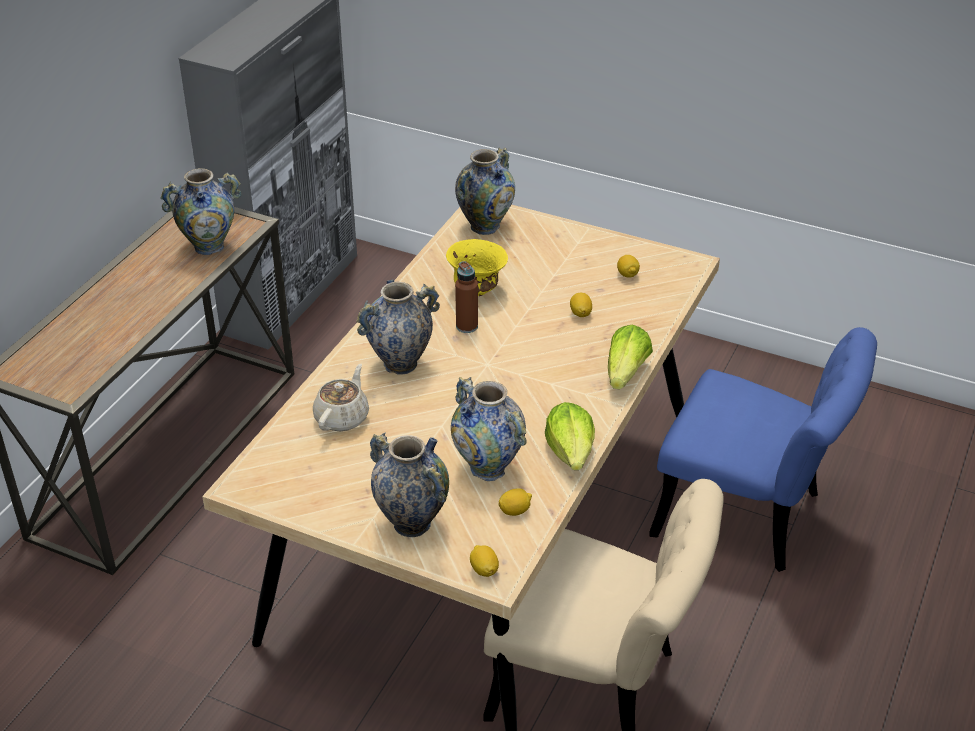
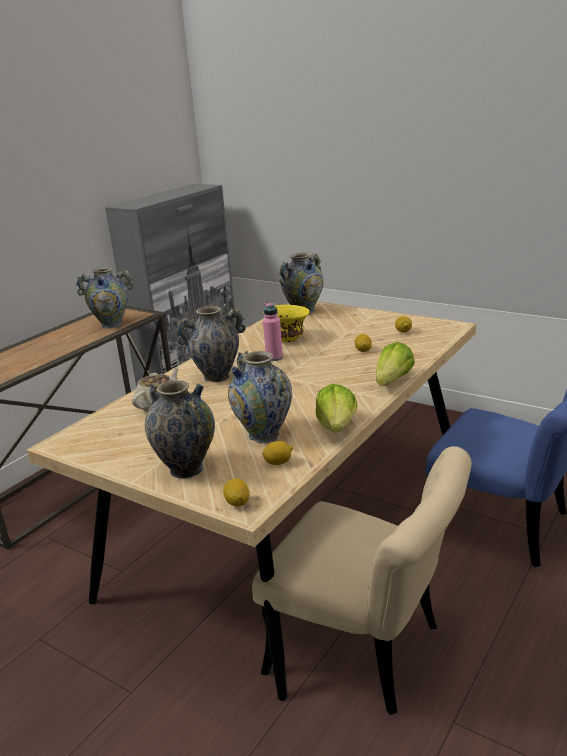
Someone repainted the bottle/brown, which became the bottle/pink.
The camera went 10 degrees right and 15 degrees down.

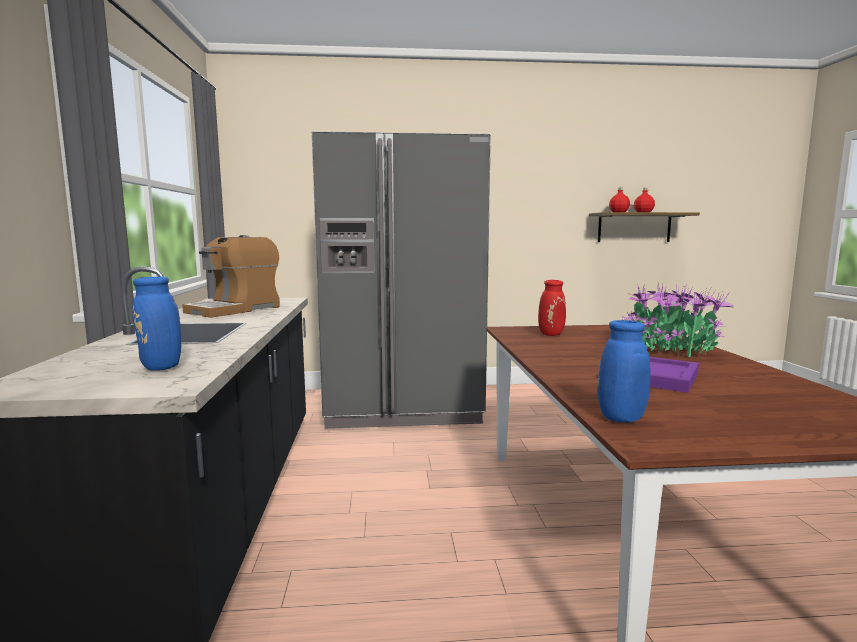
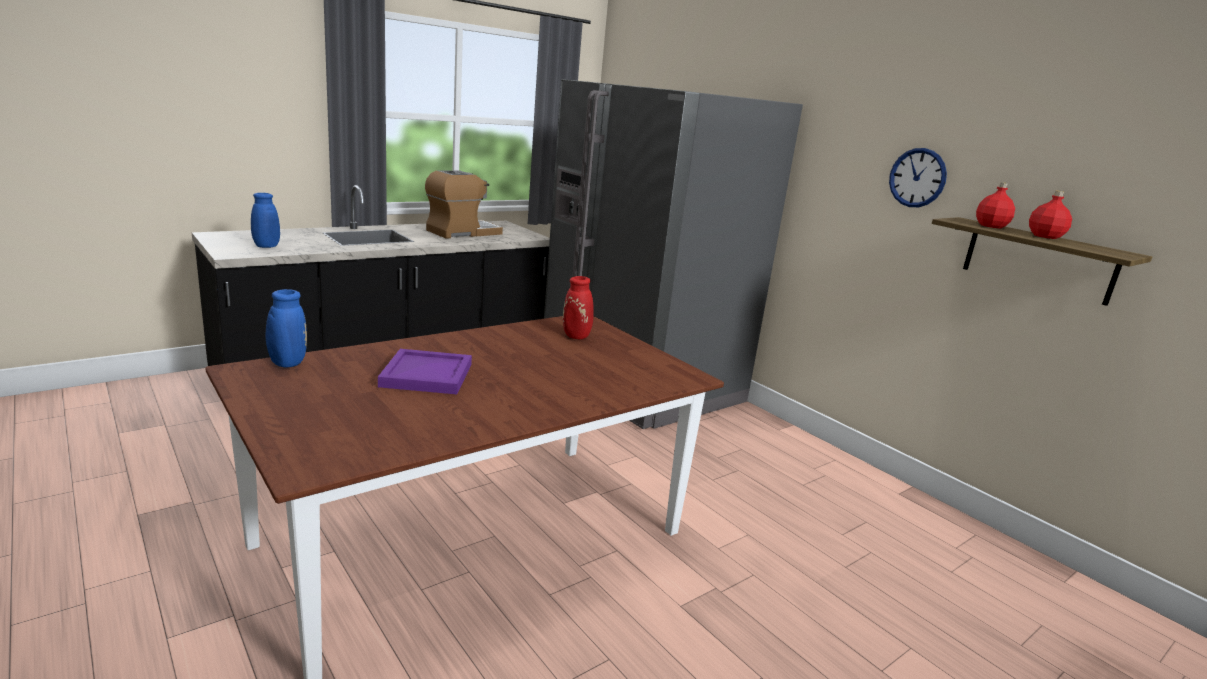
Someone rotated the coffee machine by 135 degrees clockwise.
Someone took away the potted plant.
Someone put up the wall clock.
The camera went 55 degrees right and 10 degrees up.

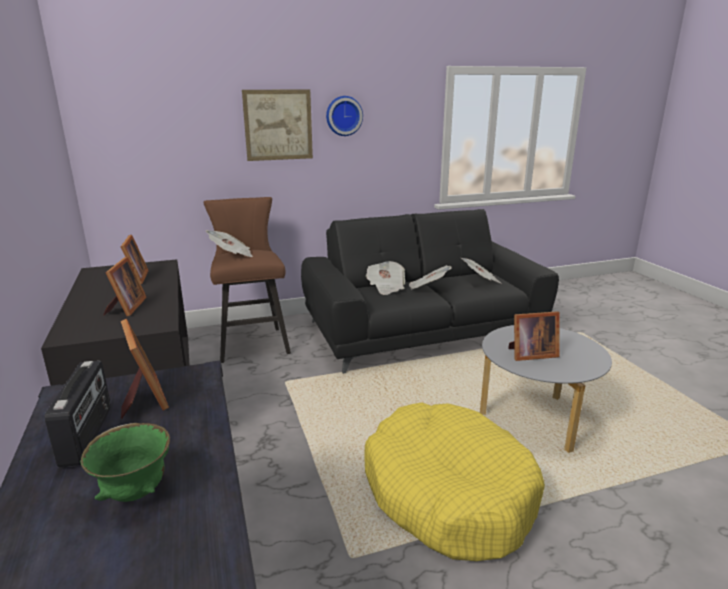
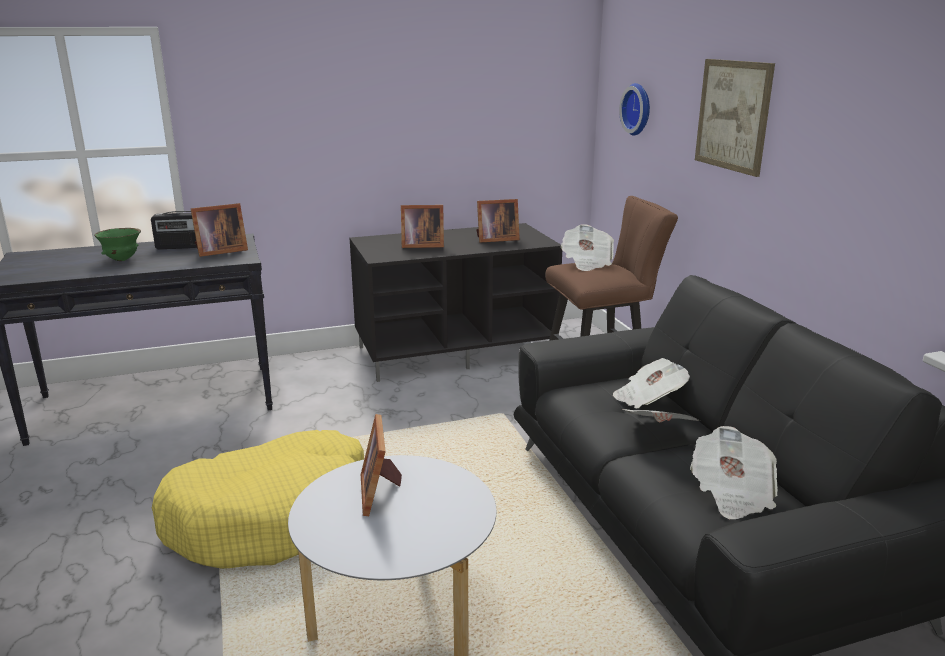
Someone carried the wall clock.
The camera went 90 degrees right and 0 degrees up.

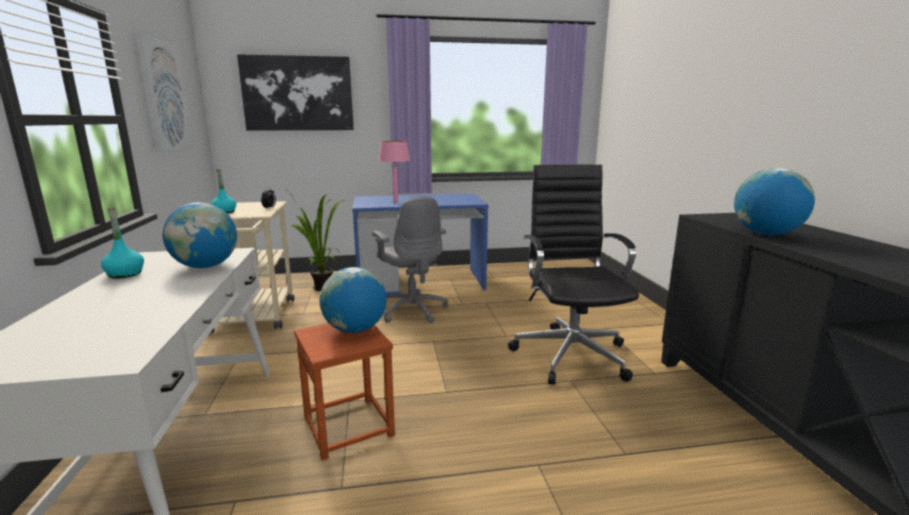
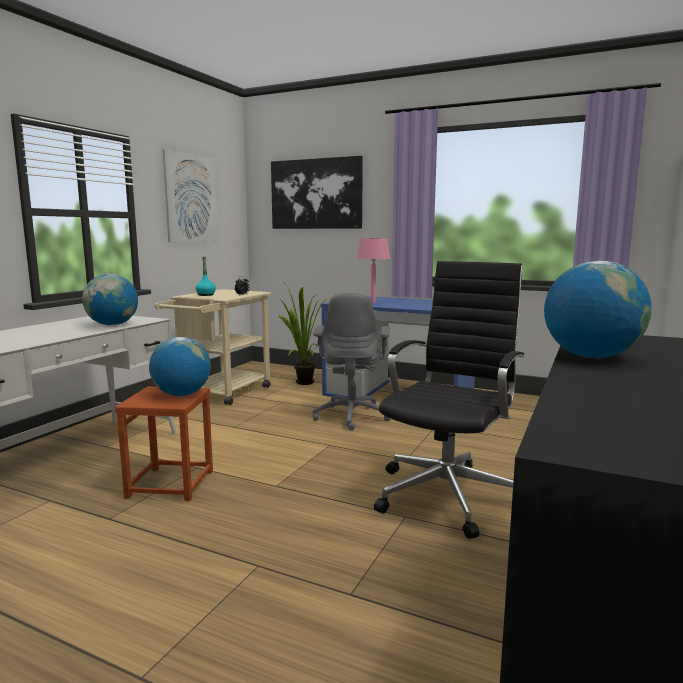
Someone took away the bottle/turquoise (1st from left).
The camera went 35 degrees right and 5 degrees down.

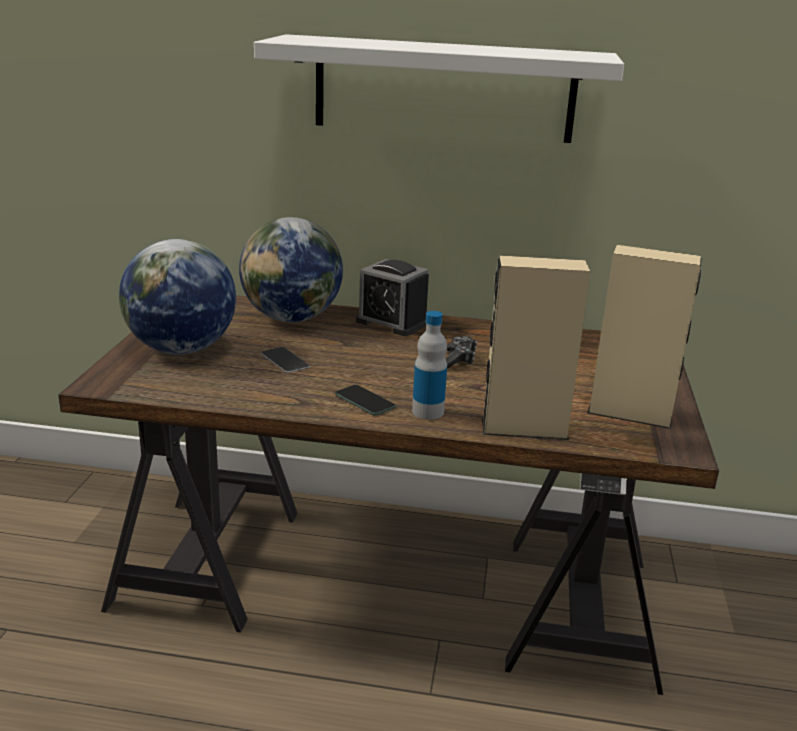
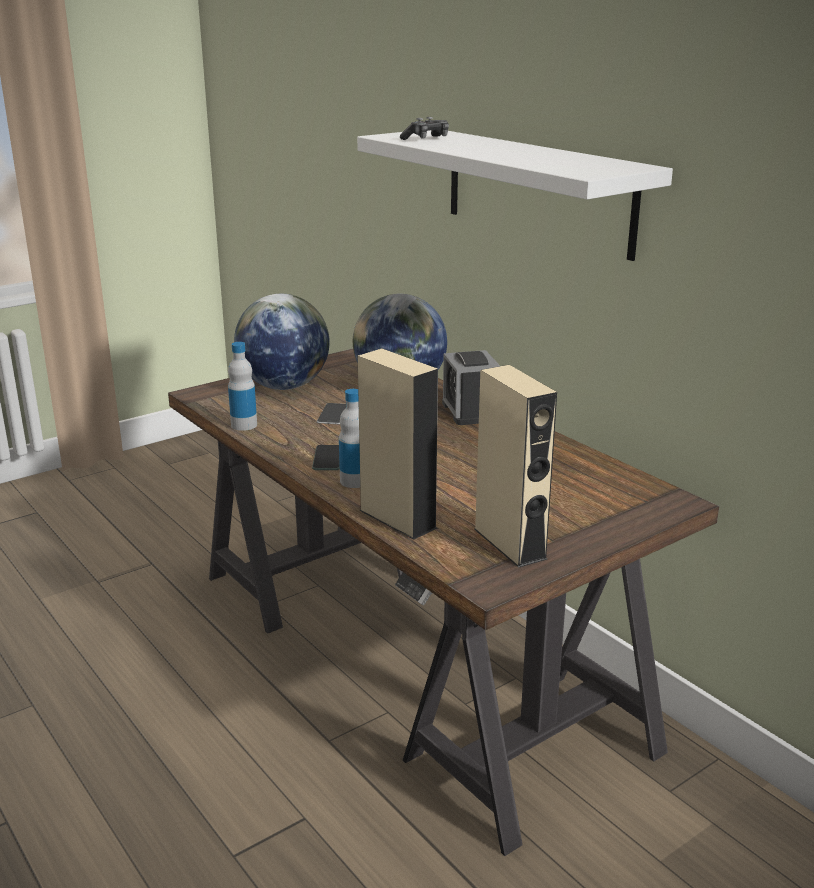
Someone carried the game controller.
Someone put down the bottle (1st from left).
The camera went 45 degrees right and 0 degrees up.

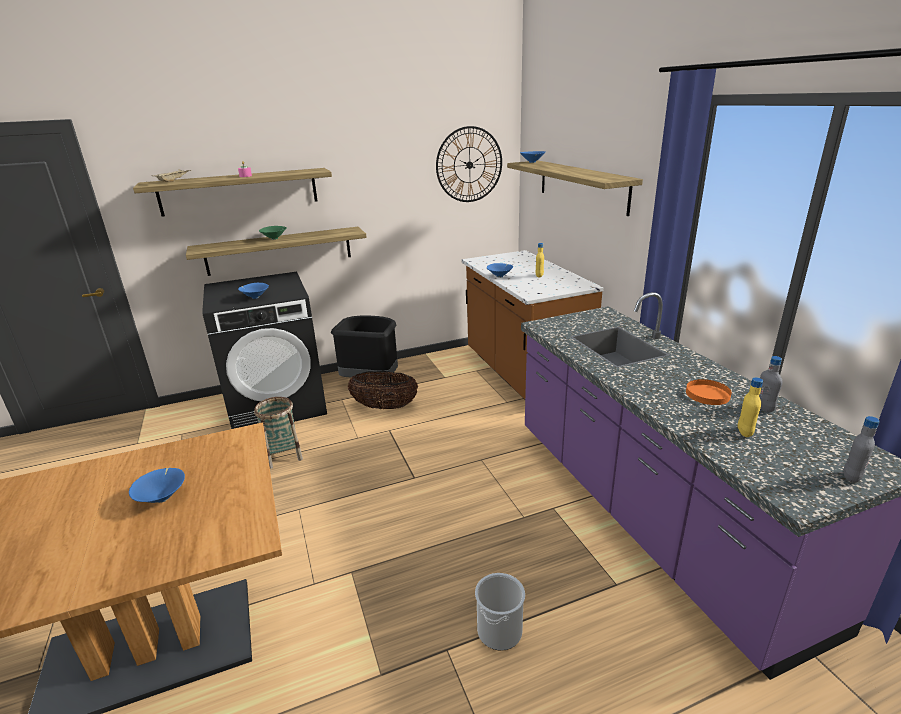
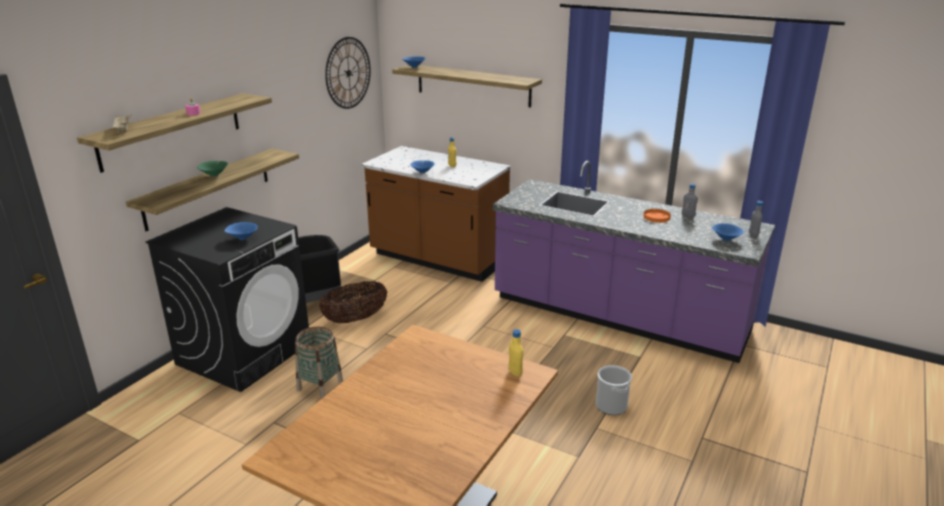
Someone carried the bowl/blue (1st from left in the first image).
Someone carried the bottle/yellow (2nd from left).
The camera went 40 degrees left and 0 degrees up.

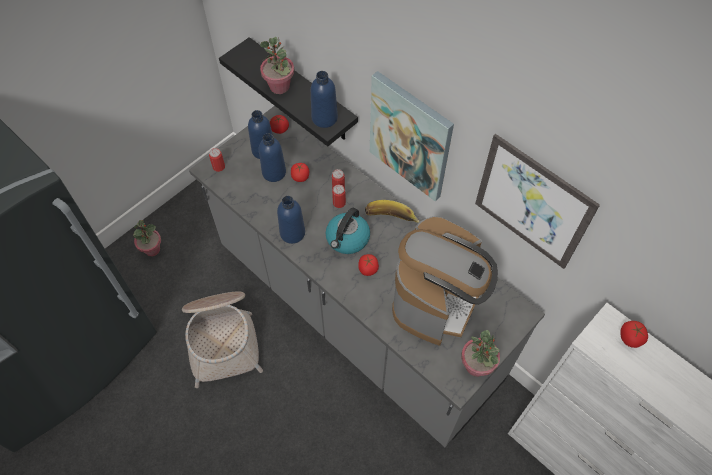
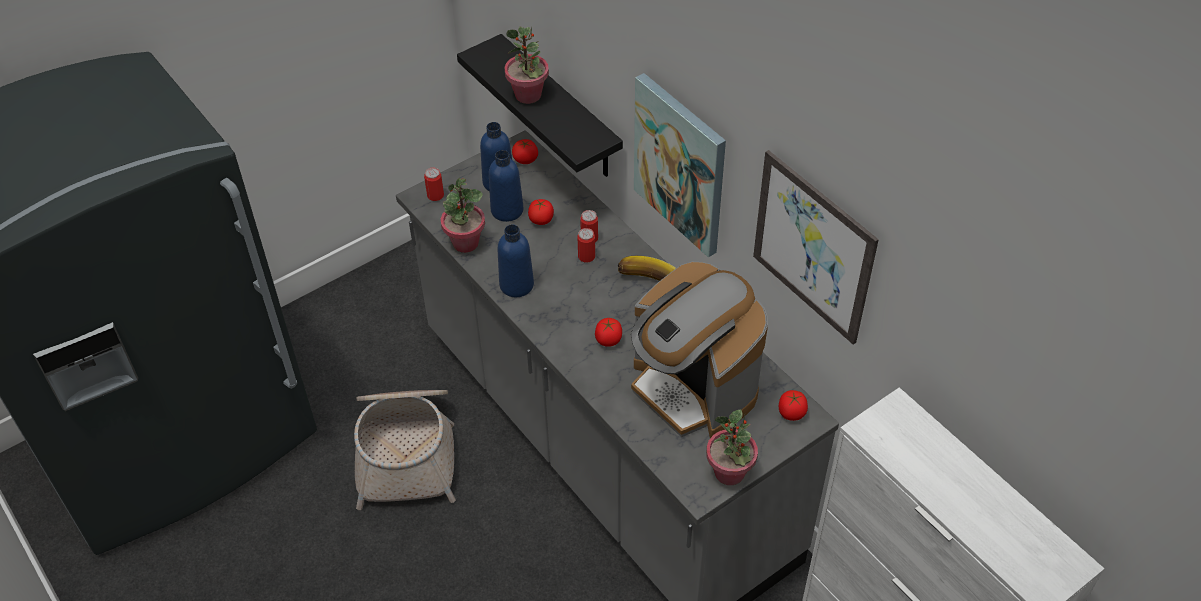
Someone carried the potted plant (1st from left).
Someone took away the bottle/blue (4th from left).
Someone took away the kettle.
Someone rotated the coffee machine by 105 degrees clockwise.
Someone carried the tomato (4th from left).
The camera went 10 degrees right and 10 degrees down.

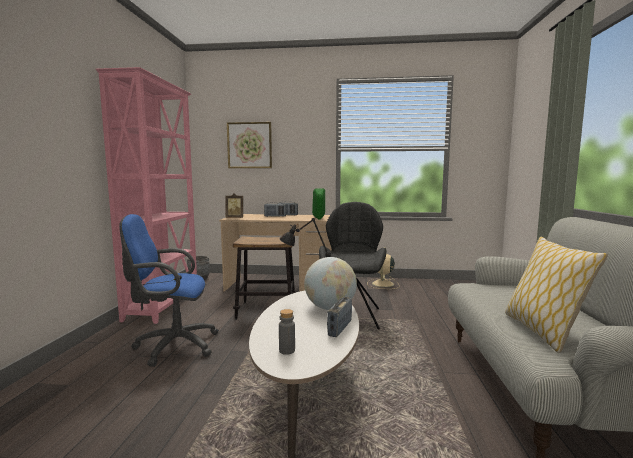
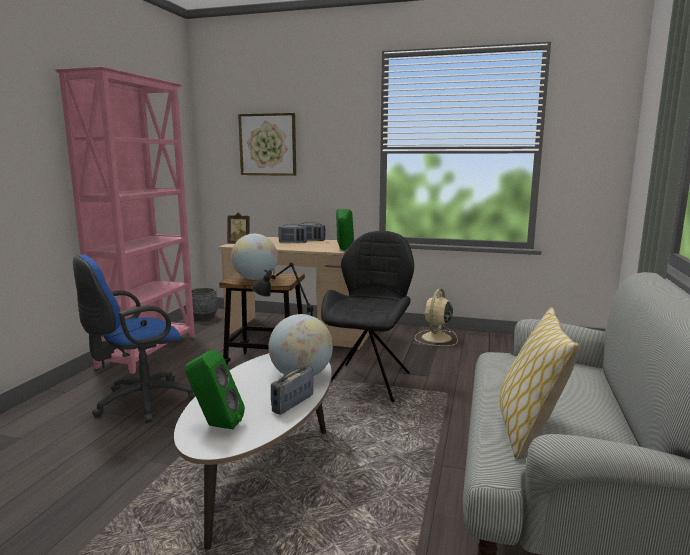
Someone rotated the office chair/blue by 45 degrees counterclockwise.
Someone swapped the bottle/grey for the speaker/green (1st from left).
Someone put down the globe (1st from left).
The camera went 10 degrees right and 5 degrees up.

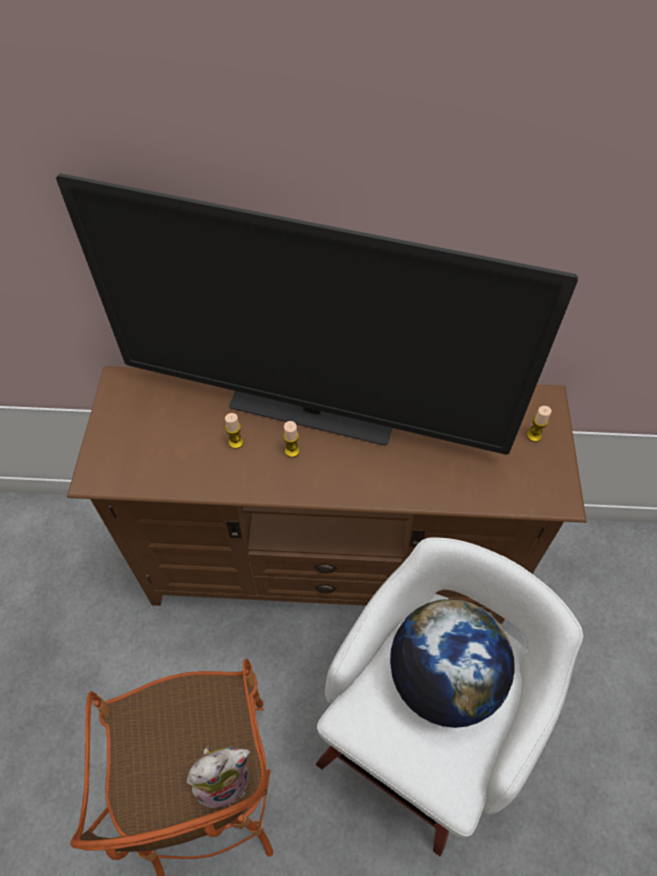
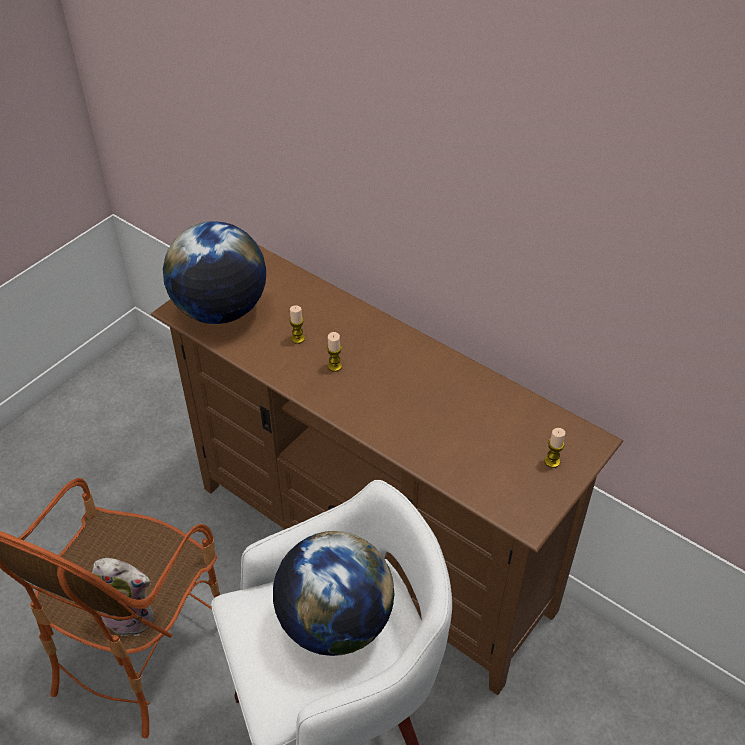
Someone took away the television.
Someone put down the globe (1st from left).
The camera went 35 degrees right and 10 degrees down.

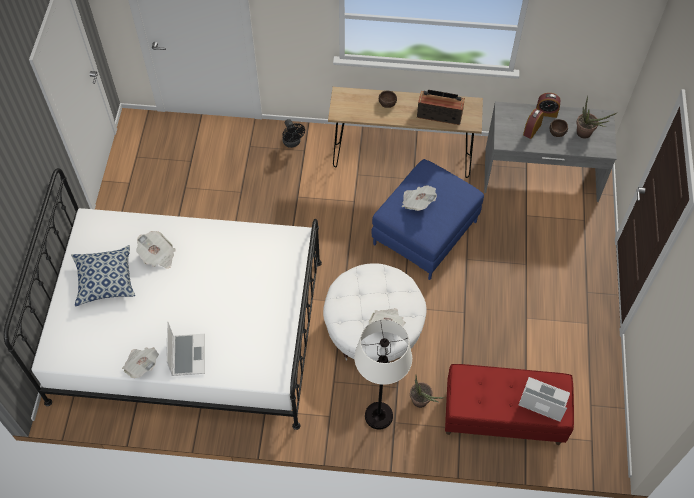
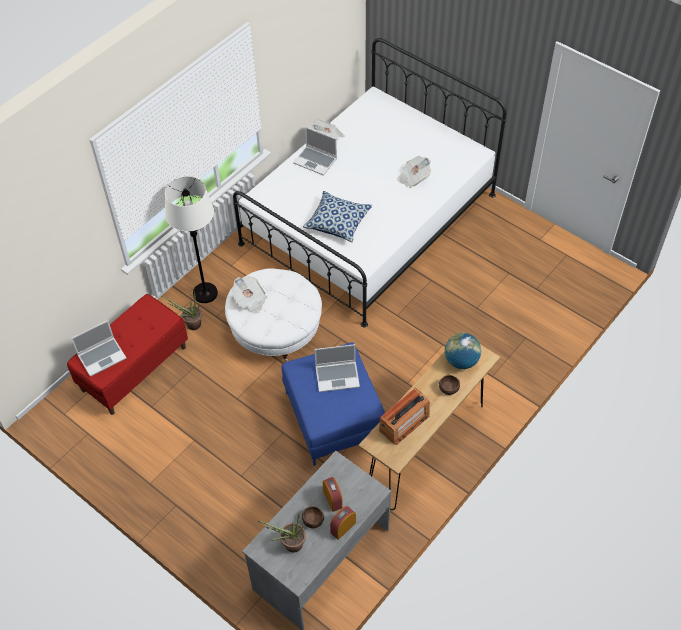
Someone carried the pillow.
Someone took away the fan/black.
Someone swapped the newspaper (4th from left) for the laptop (3rd from left).
Someone put down the globe.
The camera went 125 degrees right and 5 degrees down.

